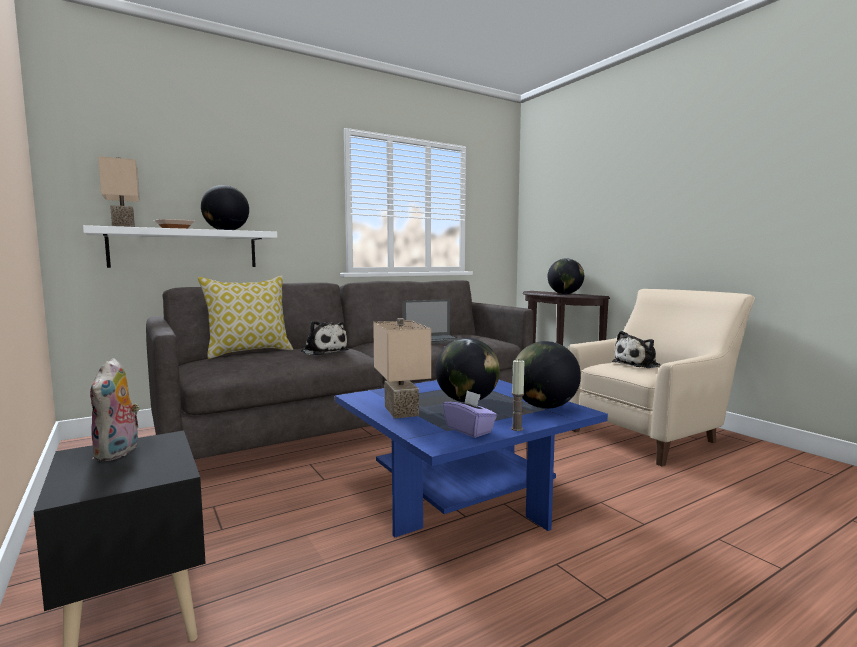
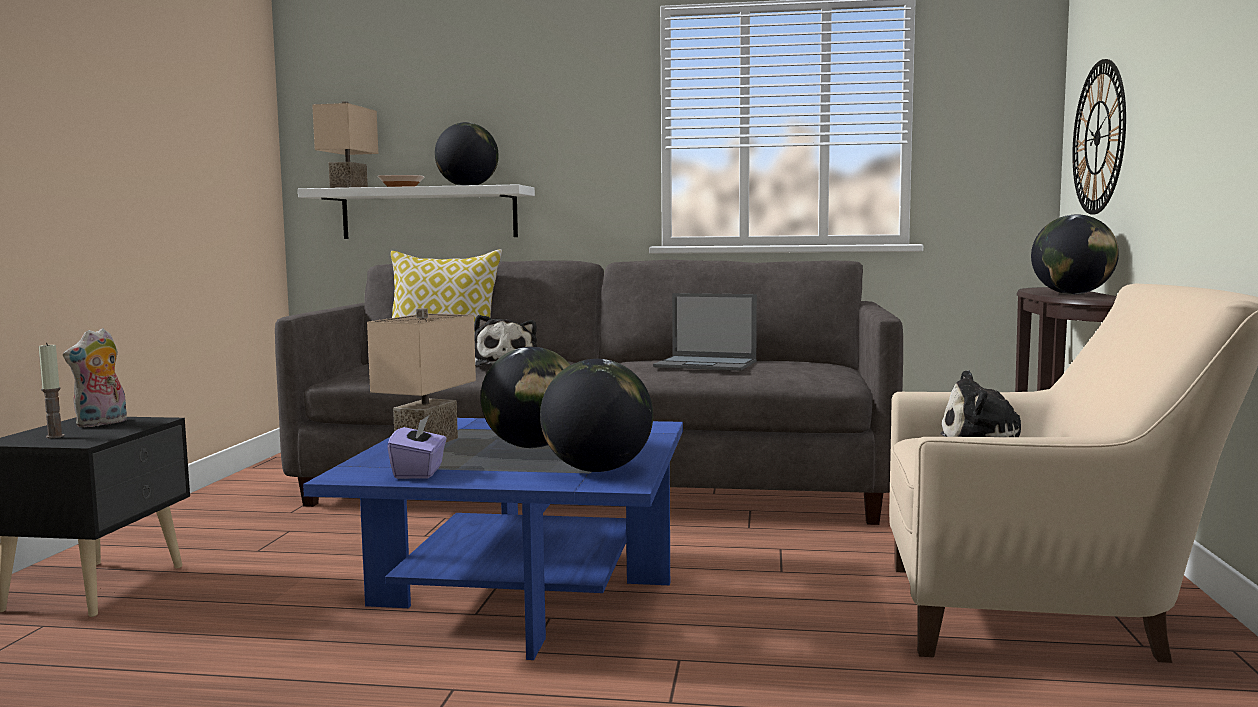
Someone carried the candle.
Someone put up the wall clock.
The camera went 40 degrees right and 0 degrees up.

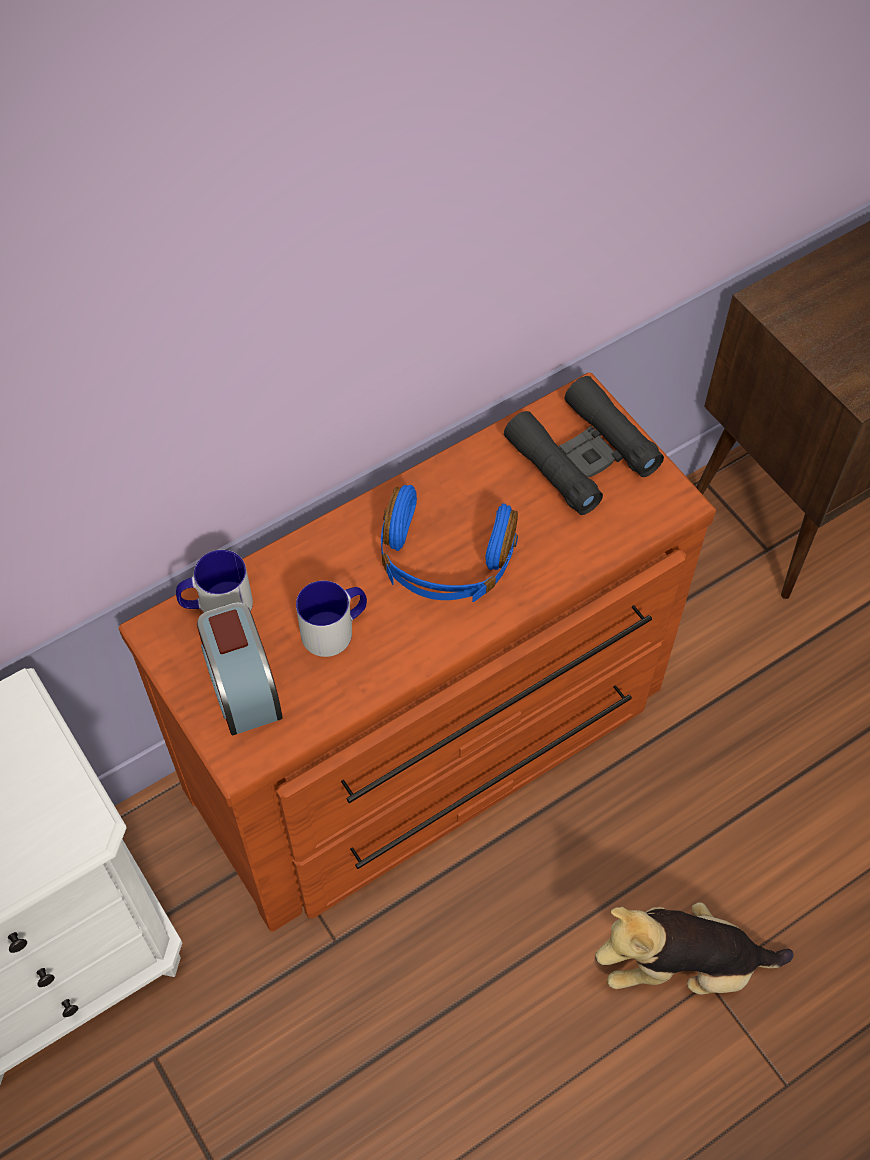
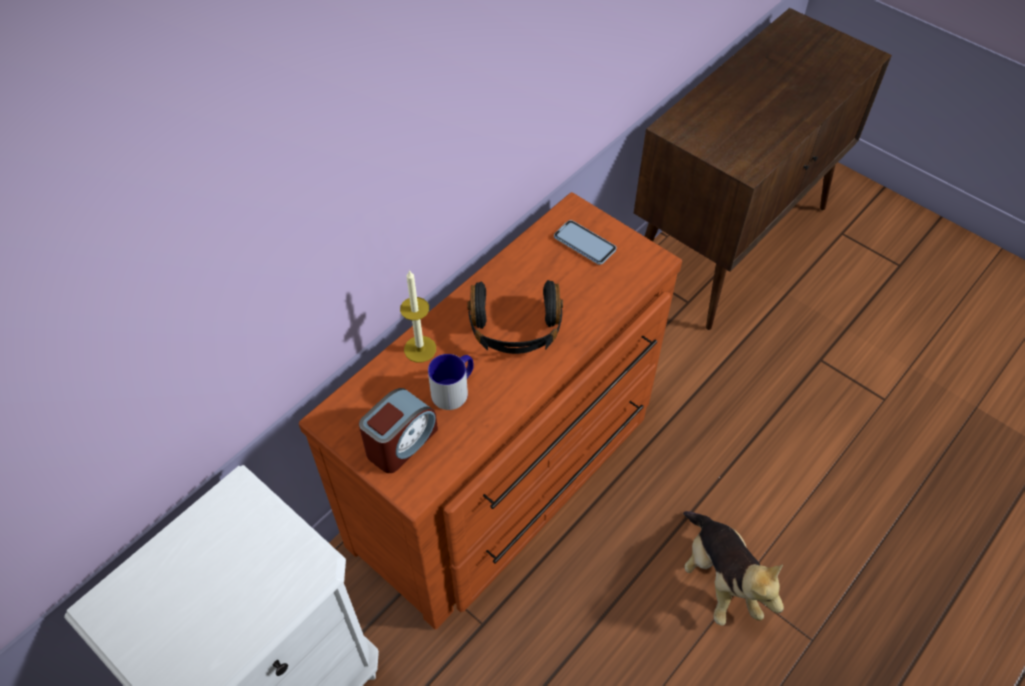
Someone took away the mug (1st from left).
Someone rotated the alarm clock by 105 degrees counterclockwise.
Someone repainted the headphones/blue, which became the headphones/black.
Someone swapped the binoculars/black for the phone.
Someone rotated the plush toy by 90 degrees counterclockwise.
Someone put down the candle.
The camera went 15 degrees left and 5 degrees down.

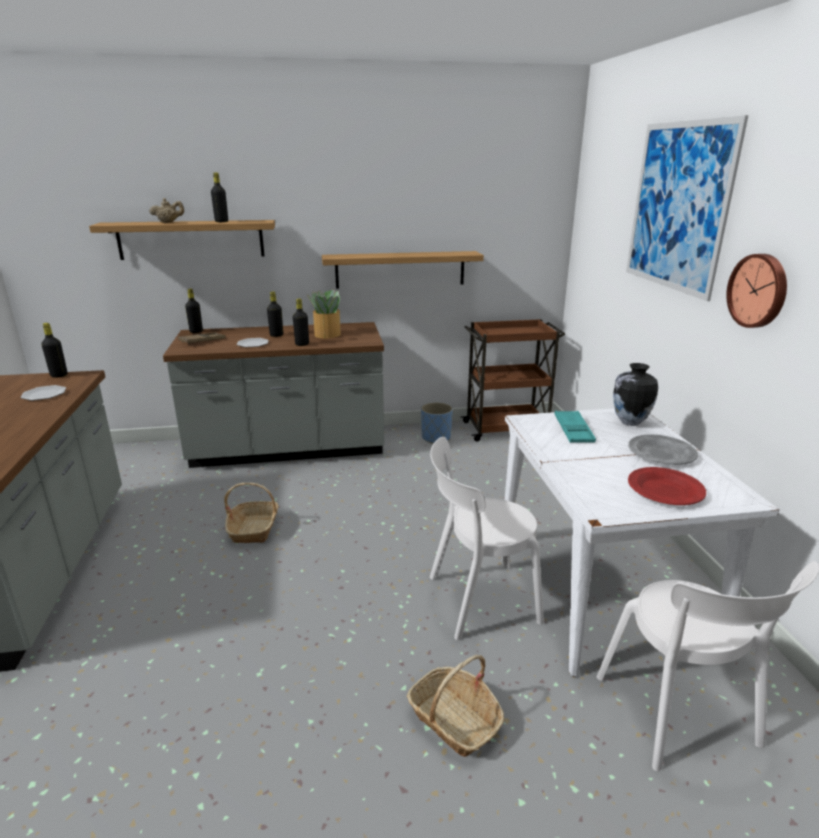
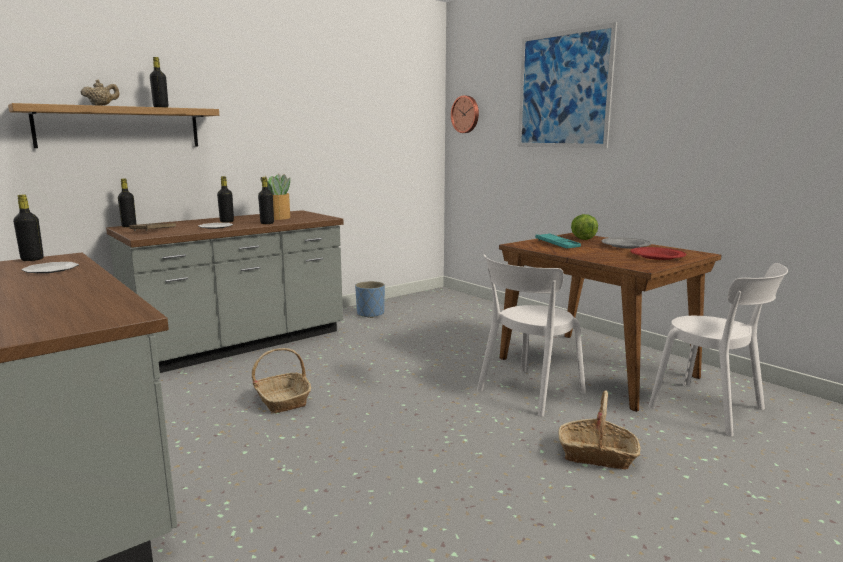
Someone took away the shelf (2nd from left).
Someone took away the cart/brown.
Someone repainted the dining table/white, which became the dining table/brown.
Someone swapped the vase for the lettuce.
Someone carried the wall clock.
The camera went 30 degrees left and 10 degrees down.

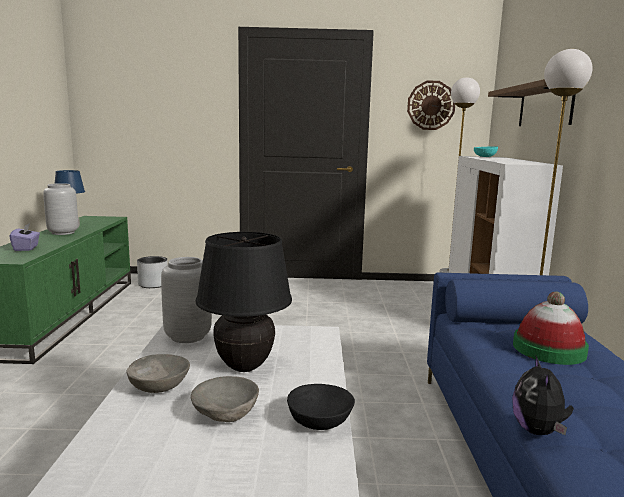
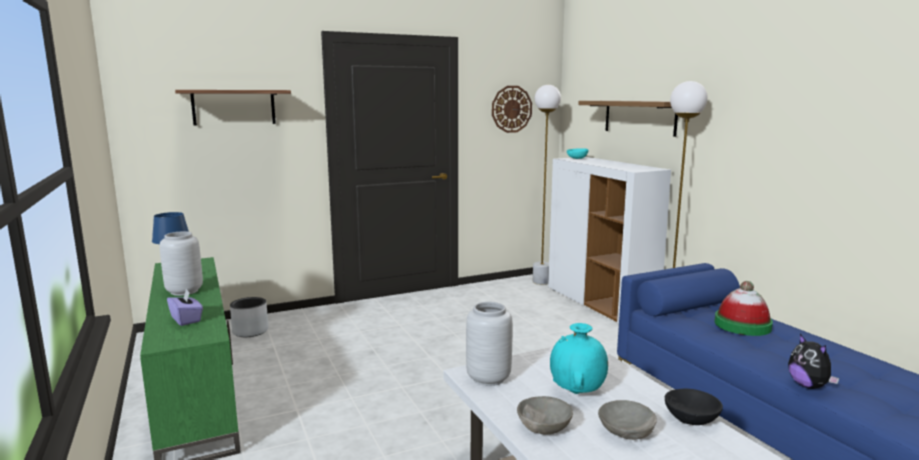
Someone swapped the table lamp/black for the vase/turquoise.
Someone put up the shelf (1st from left).
The camera went 25 degrees left and 0 degrees up.

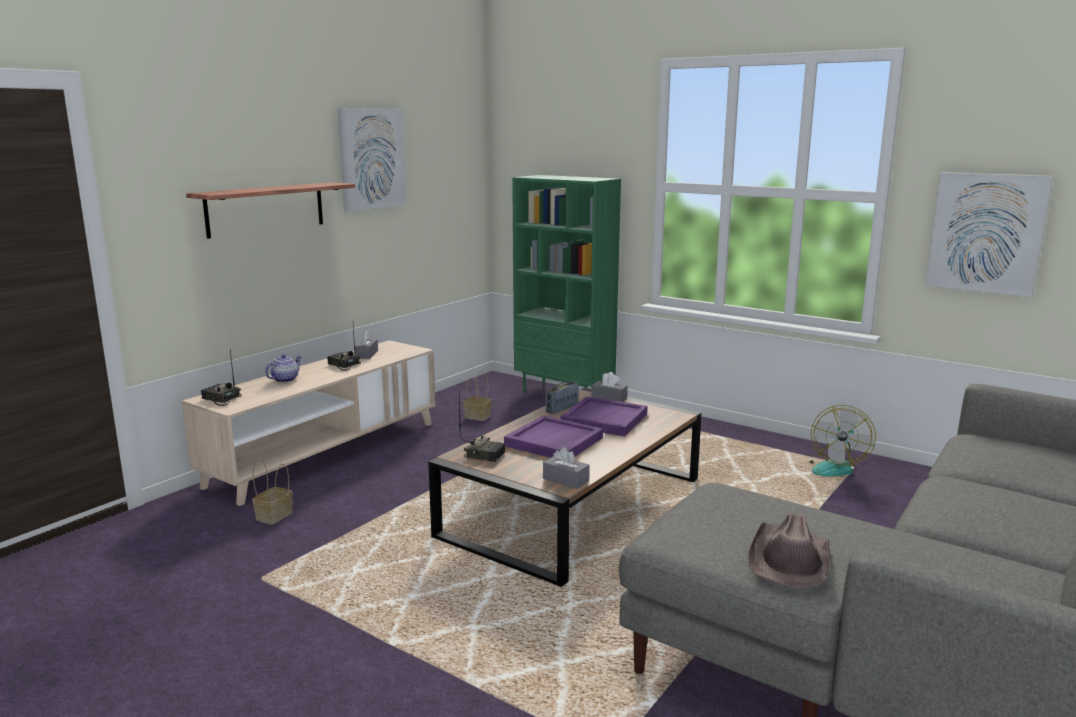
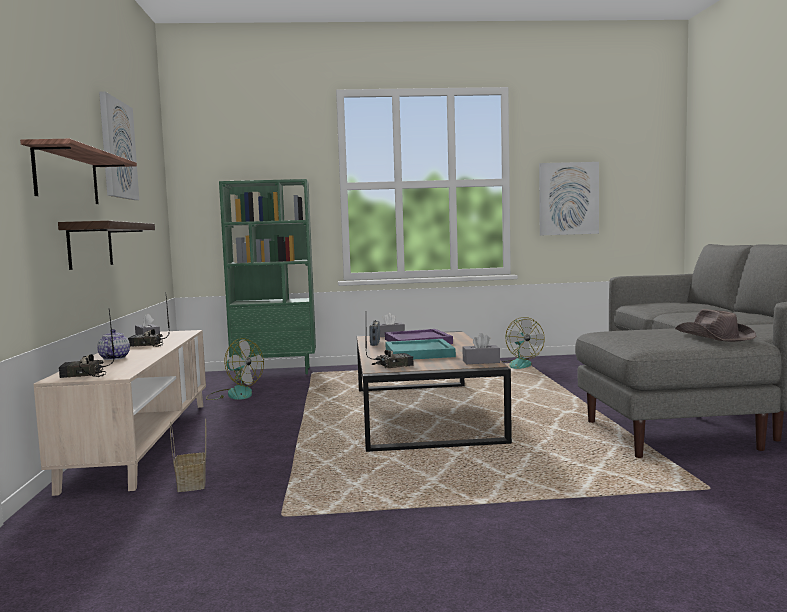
Someone swapped the basket (2nd from left) for the fan (1st from left).
Someone repainted the tray/purple (1st from left), which became the tray/turquoise.
Someone put up the shelf (2nd from left).
The camera went 40 degrees left and 10 degrees down.

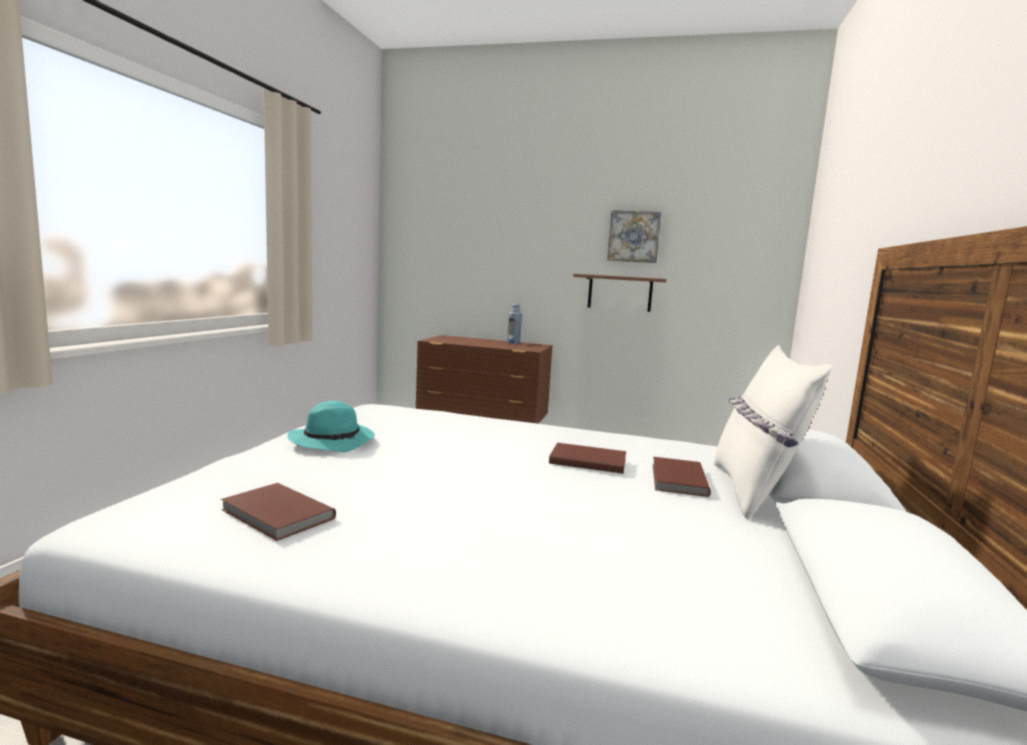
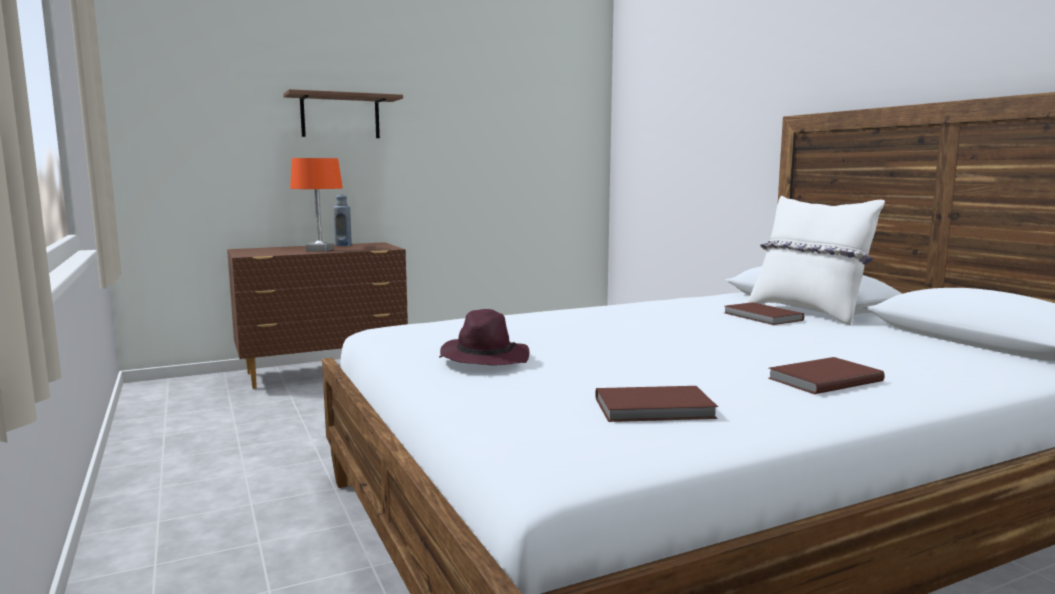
Someone repainted the hat/turquoise, which became the hat/purple.
Someone carried the book/brown (2nd from left in the first image).
Someone carried the shelf.
Someone took away the picture.
Someone put down the table lamp/orange.
The camera went 40 degrees left and 0 degrees up.

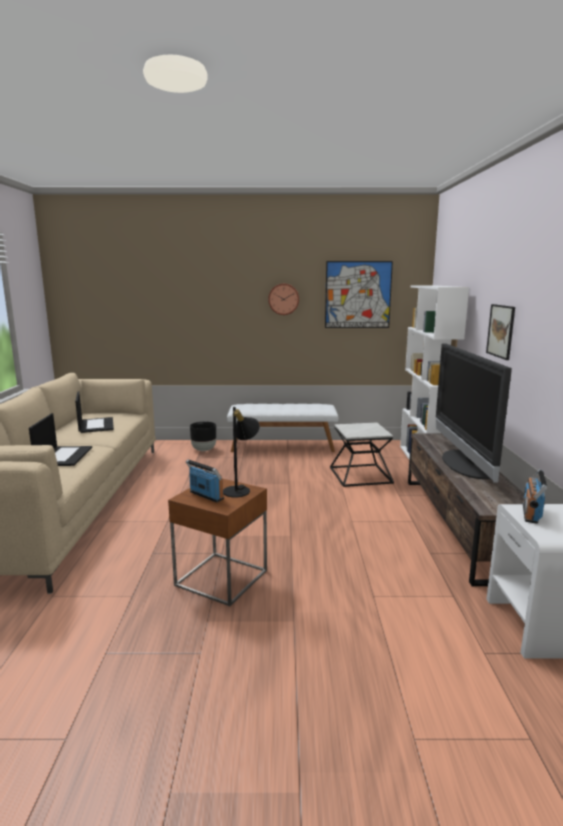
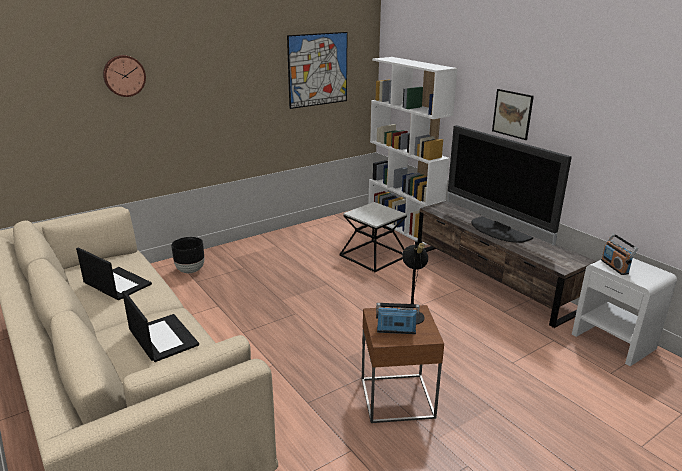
Someone took away the bench/white.
Someone carried the wall clock.
The camera went 35 degrees left and 10 degrees up.

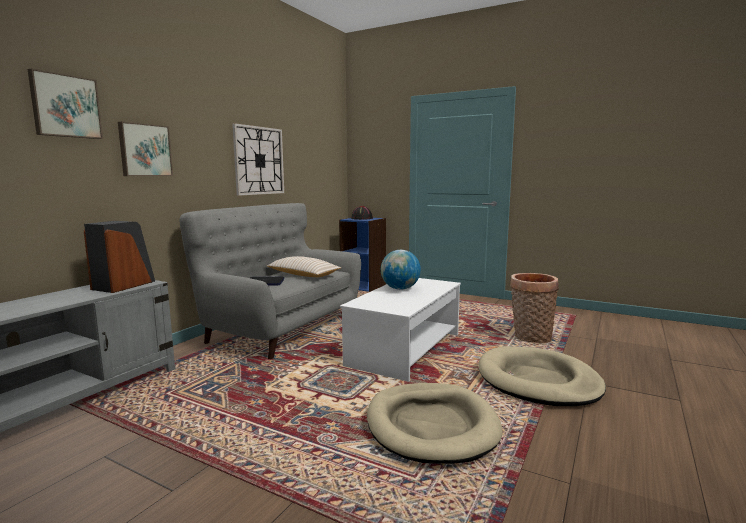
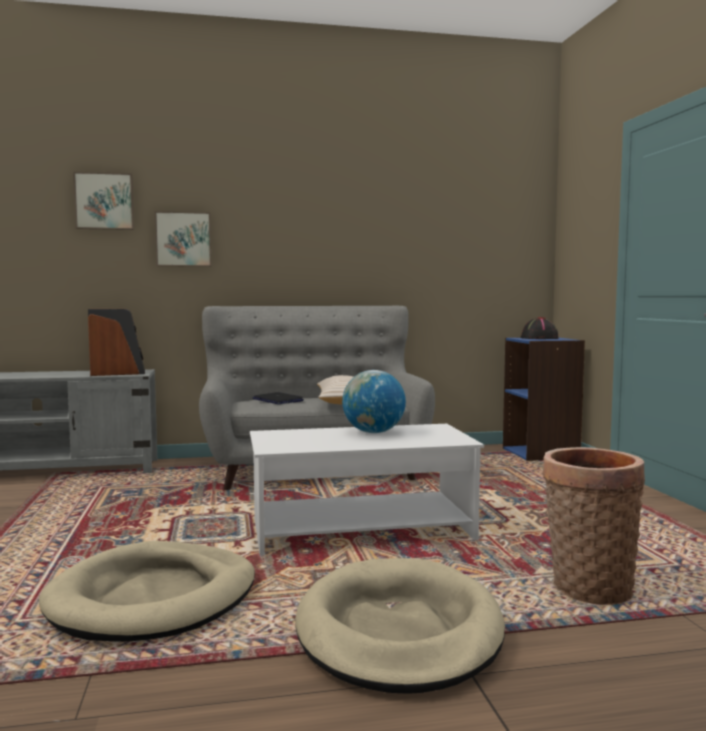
Someone took away the wall clock.
The camera went 50 degrees right and 5 degrees down.

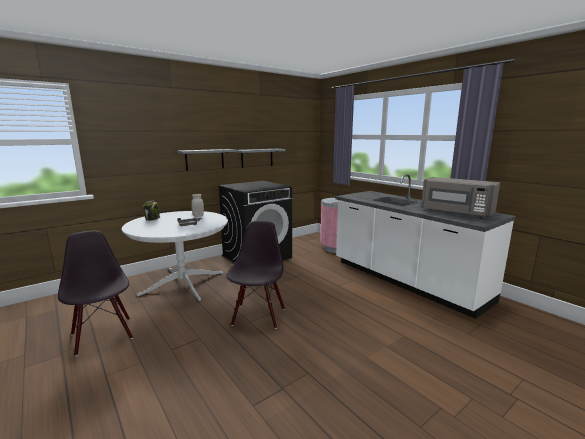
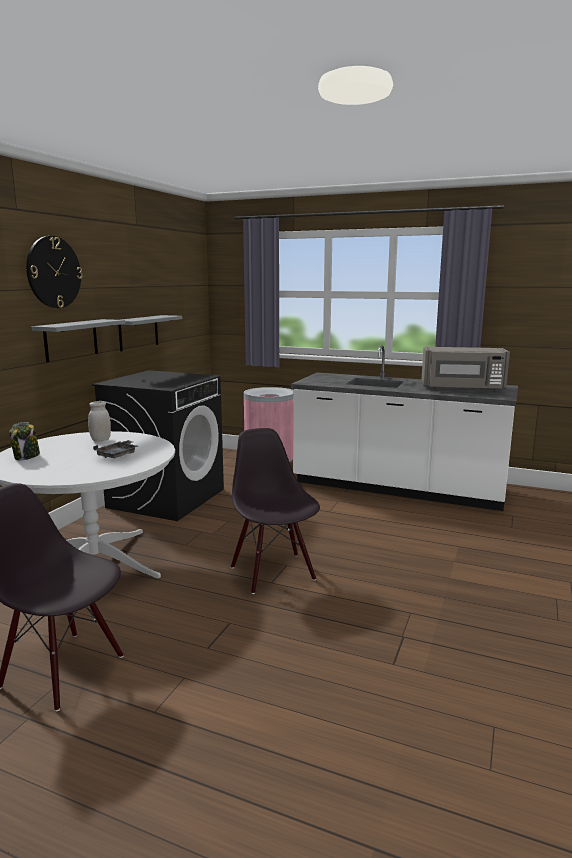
Someone put up the wall clock.
The camera went 30 degrees left and 0 degrees up.

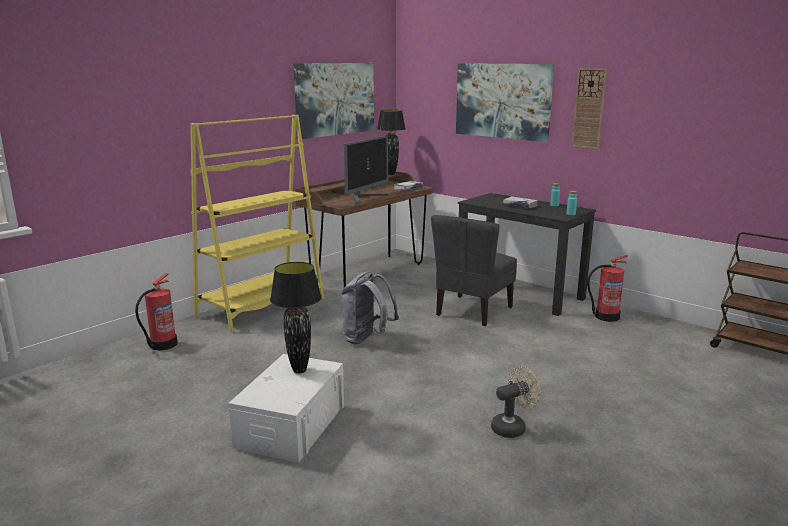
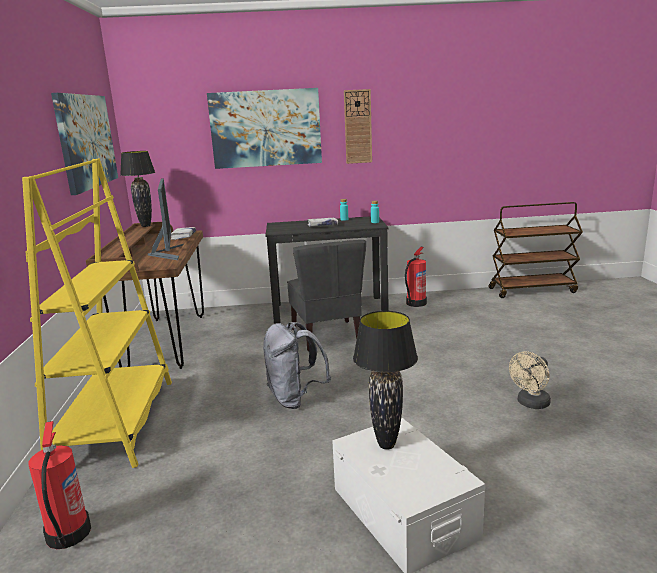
Someone rotated the fan/beige by 150 degrees counterclockwise.
The camera went 45 degrees left and 0 degrees up.

